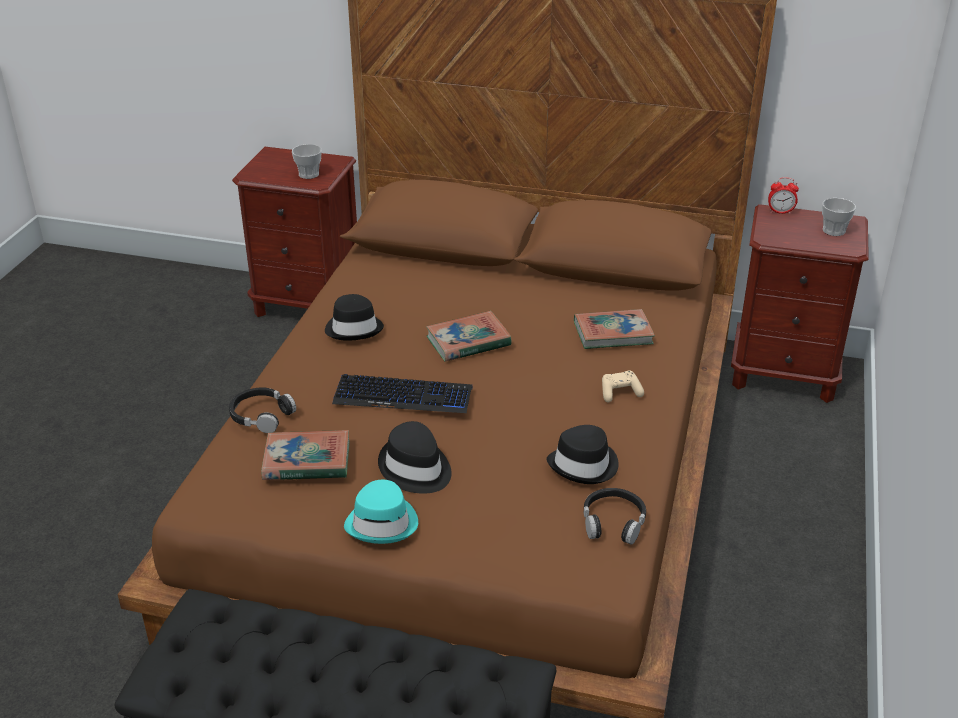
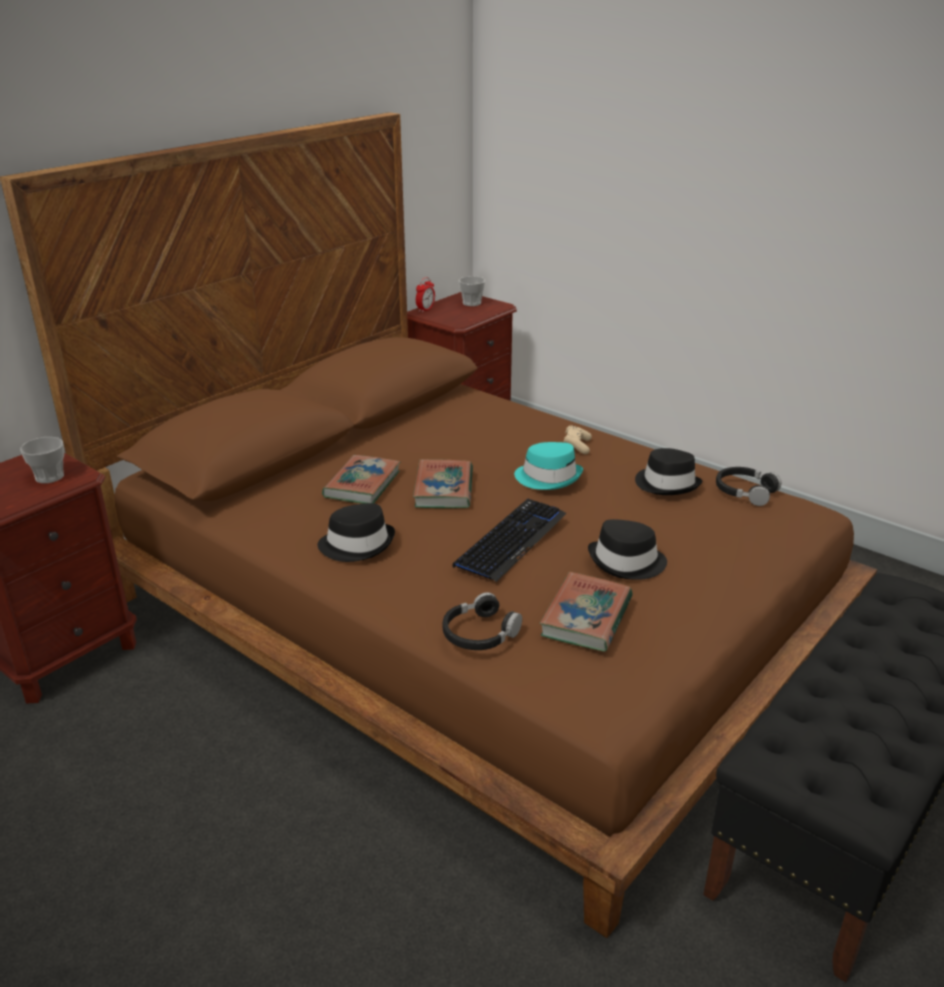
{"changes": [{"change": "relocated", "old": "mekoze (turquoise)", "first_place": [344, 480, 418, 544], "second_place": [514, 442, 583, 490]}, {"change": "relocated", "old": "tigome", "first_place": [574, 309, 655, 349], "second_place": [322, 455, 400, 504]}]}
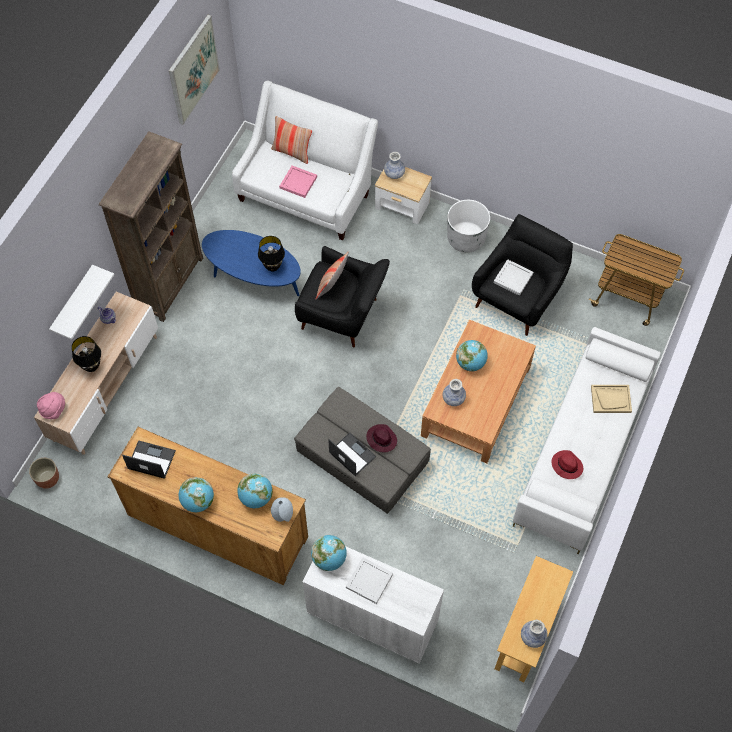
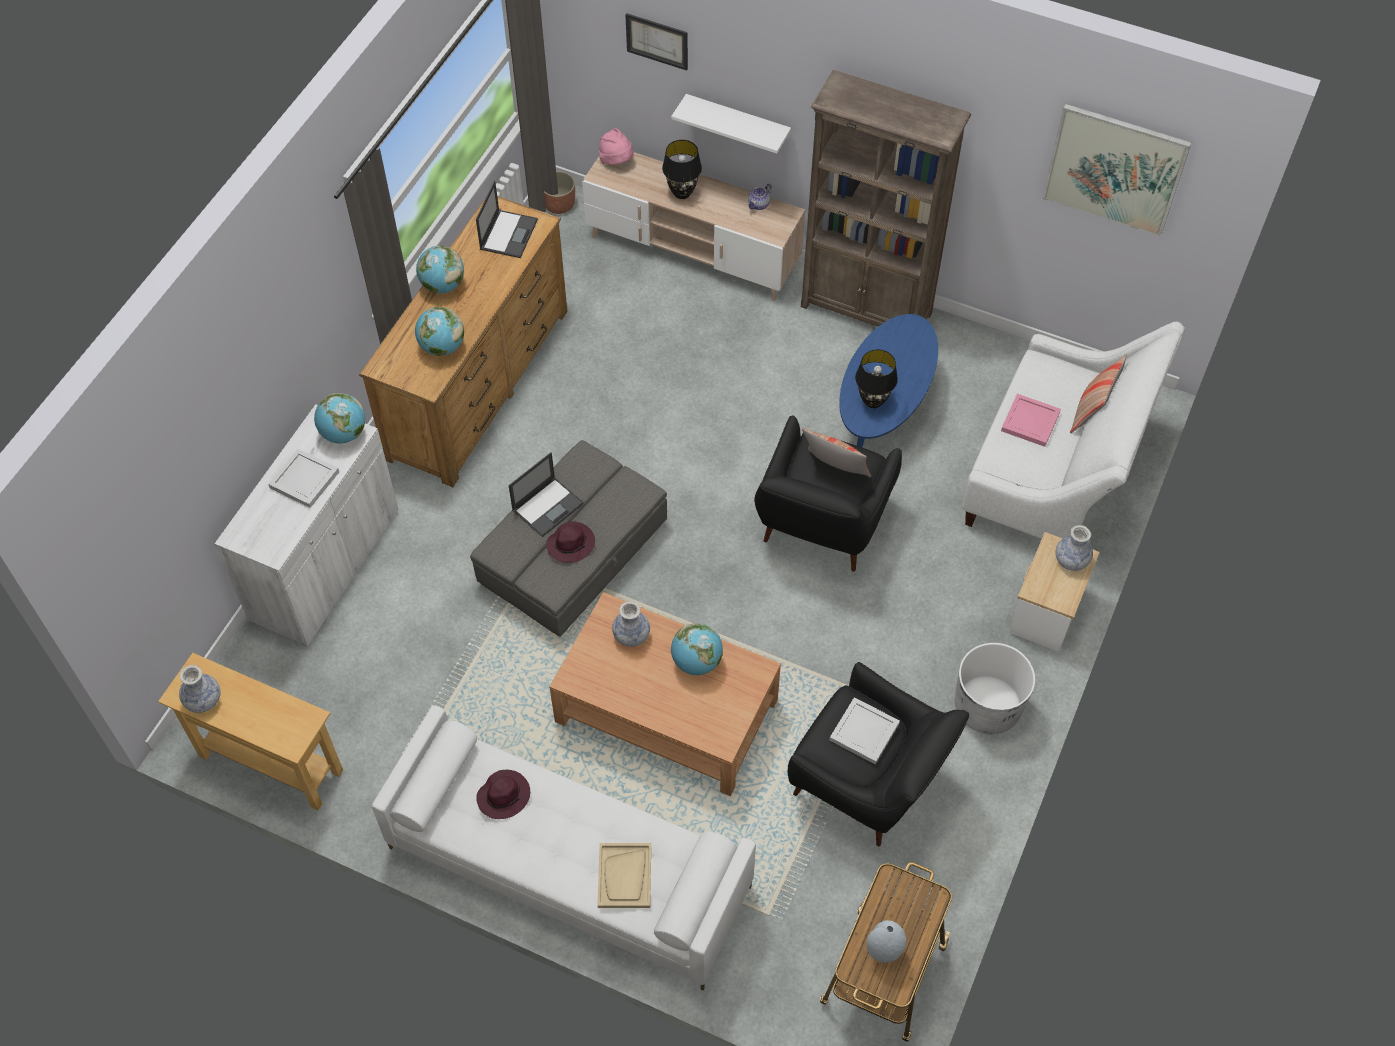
{"changes": [{"change": "appeared", "new": "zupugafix", "second_place": [625, 13, 688, 71]}, {"change": "relocated", "old": "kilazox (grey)", "first_place": [271, 497, 293, 522], "second_place": [867, 920, 906, 963]}, {"change": "colour", "old": "mekoze (red)", "new": "mekoze (purple)", "first_place": [551, 450, 583, 479], "second_place": [476, 770, 530, 819]}]}
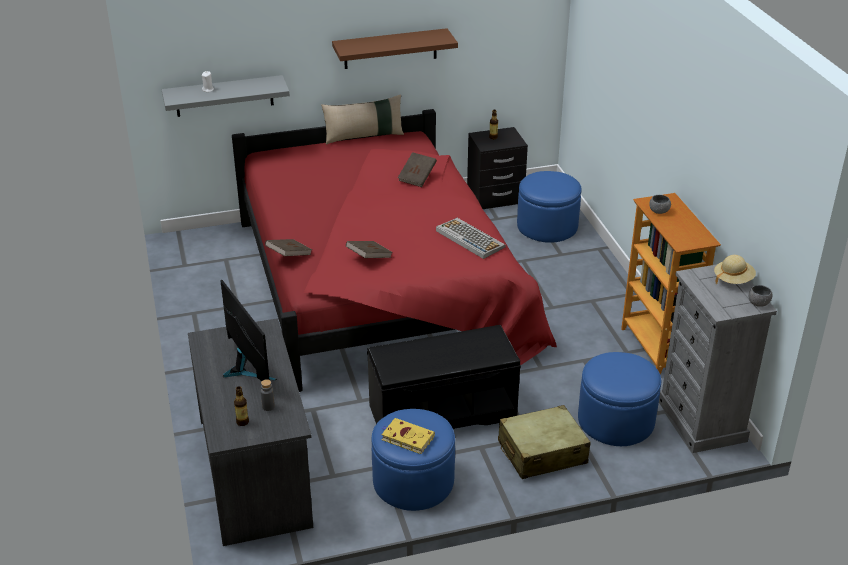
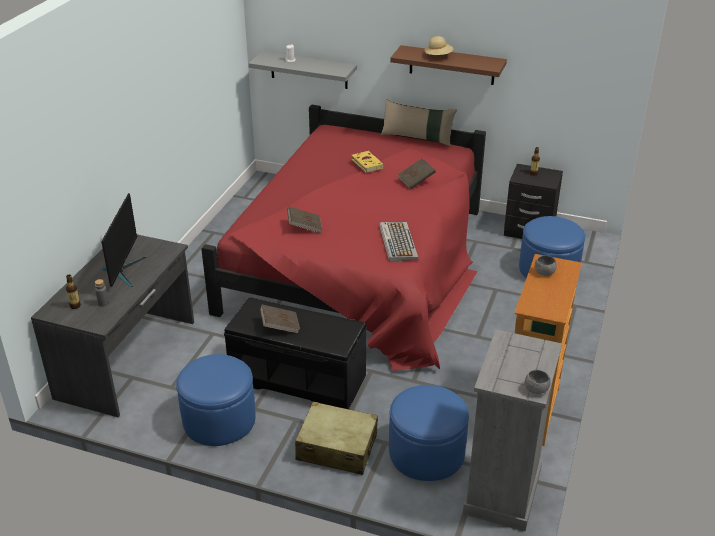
{"changes": [{"change": "relocated", "old": "tigome (brown)", "first_place": [265, 239, 312, 256], "second_place": [260, 305, 300, 334]}, {"change": "relocated", "old": "tigome (yellow)", "first_place": [381, 418, 435, 454], "second_place": [351, 151, 384, 173]}, {"change": "relocated", "old": "mekoze (beige)", "first_place": [714, 255, 756, 284], "second_place": [424, 36, 453, 55]}]}
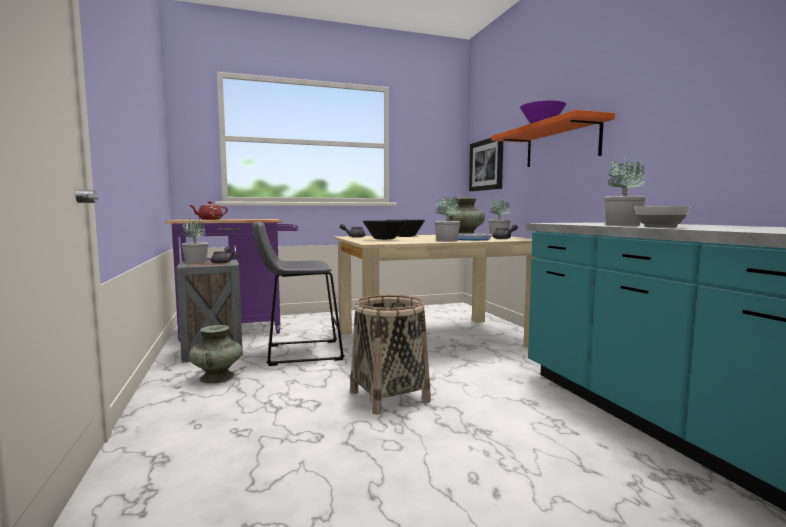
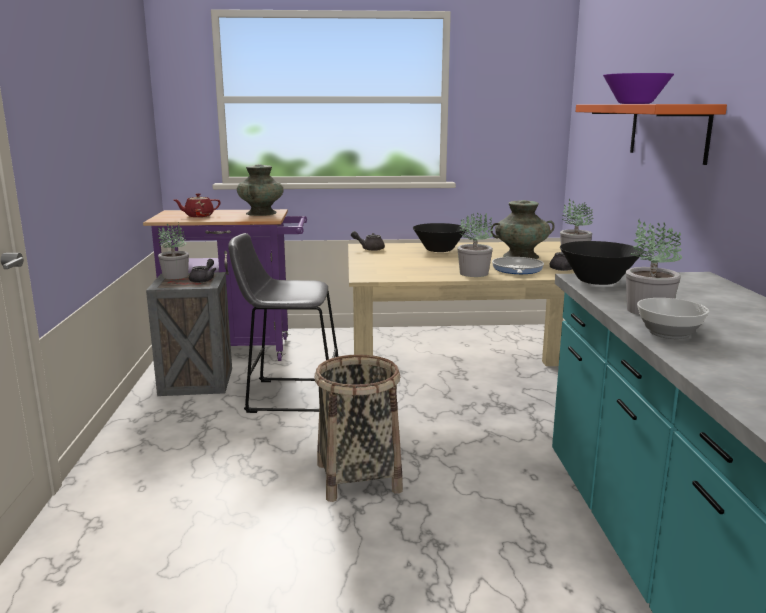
{"changes": [{"change": "missing", "old": "zupugafix", "first_place": [469, 138, 503, 192]}, {"change": "relocated", "old": "kilazox (turquoise)", "first_place": [189, 325, 242, 384], "second_place": [237, 164, 284, 216]}, {"change": "relocated", "old": "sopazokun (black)", "first_place": [363, 220, 406, 240], "second_place": [560, 241, 643, 285]}]}
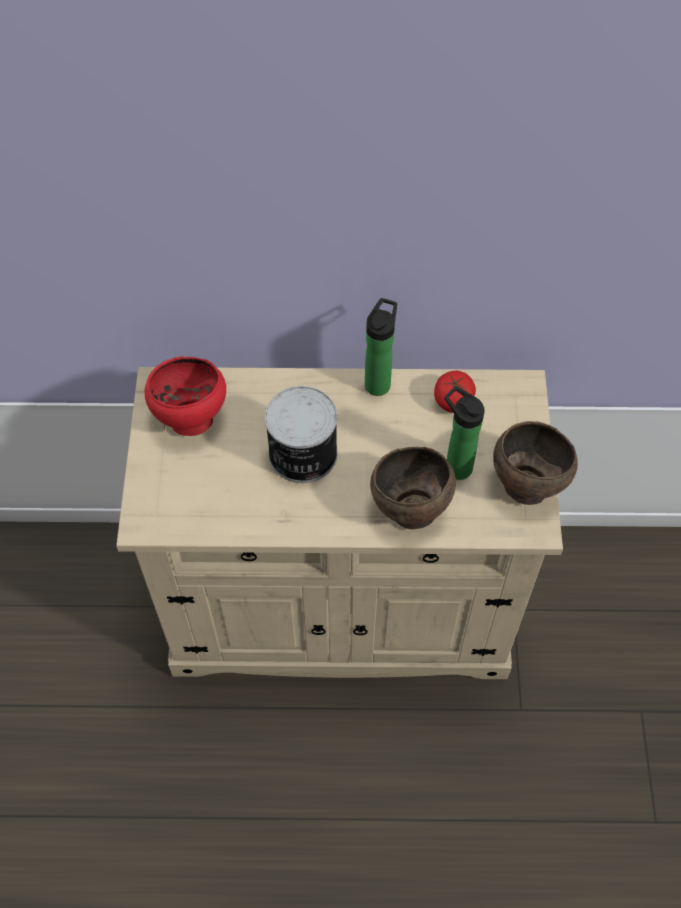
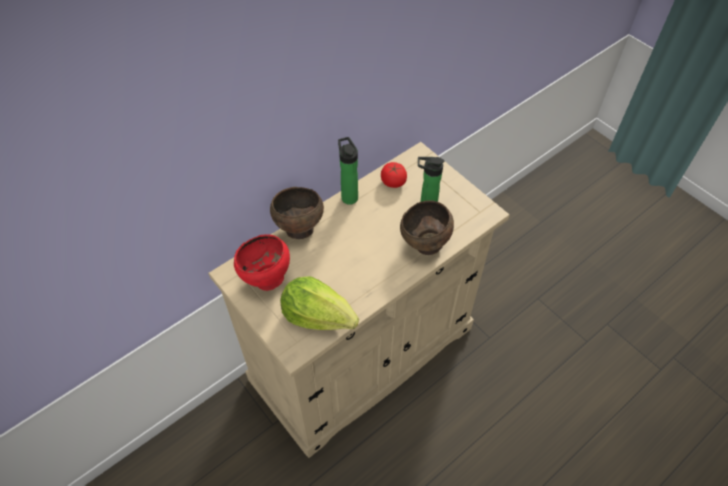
{"changes": [{"change": "missing", "old": "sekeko", "first_place": [265, 386, 338, 483]}, {"change": "appeared", "new": "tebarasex", "second_place": [280, 276, 359, 330]}, {"change": "relocated", "old": "sopazokun (brown)", "first_place": [493, 421, 578, 505], "second_place": [270, 187, 324, 239]}]}
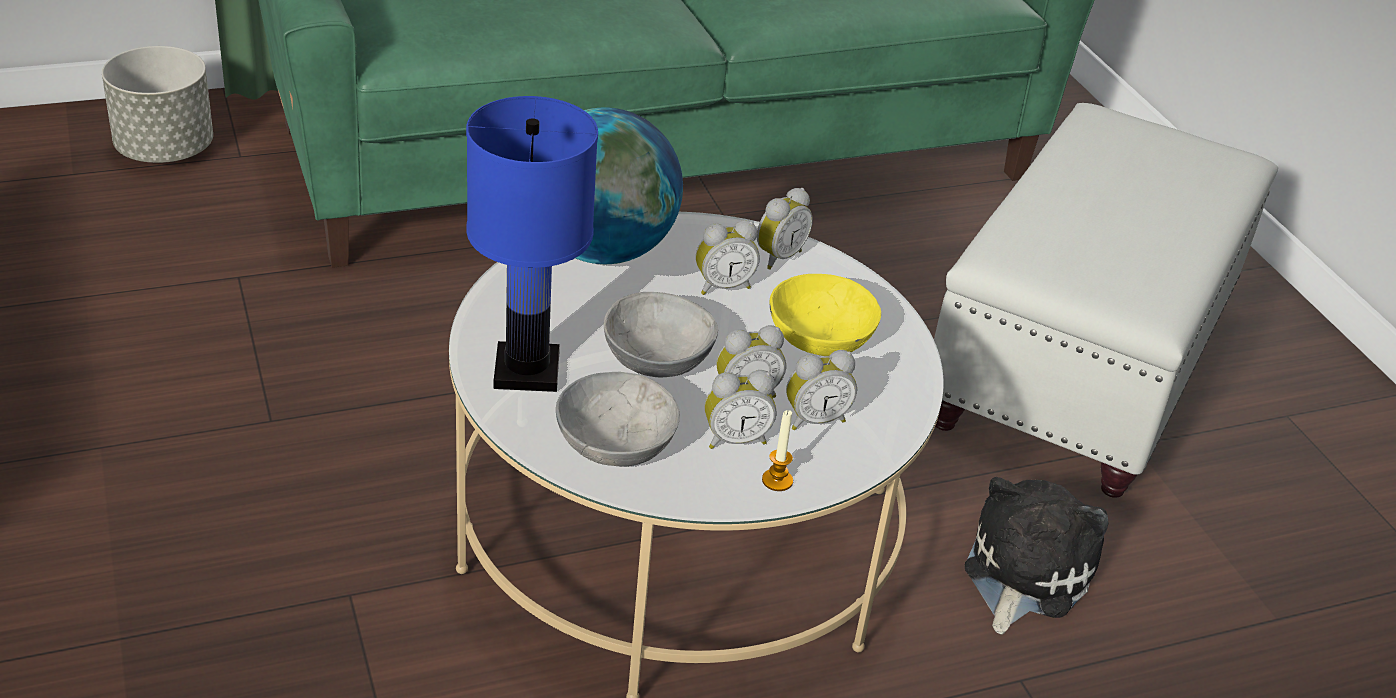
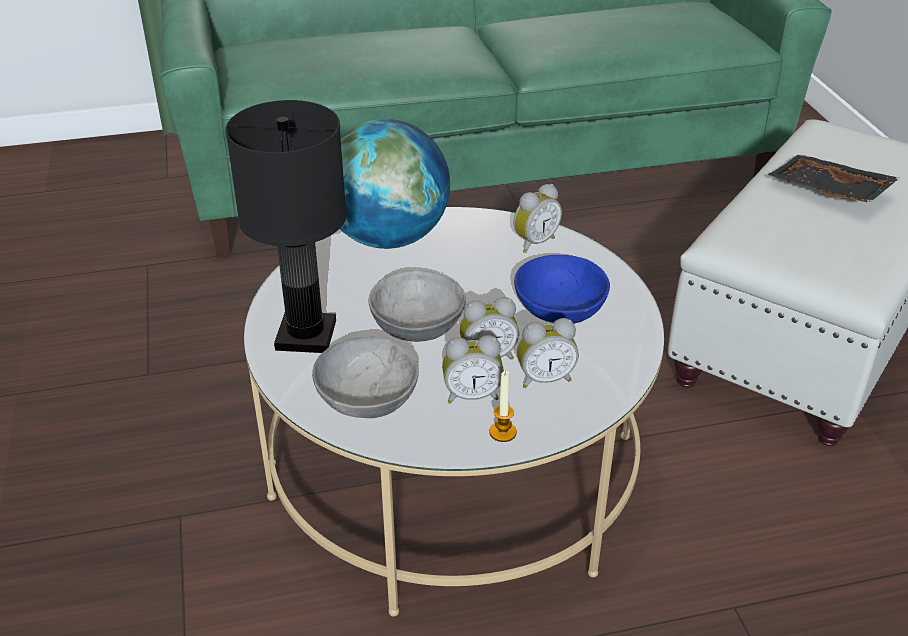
{"changes": [{"change": "missing", "old": "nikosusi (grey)", "first_place": [102, 46, 213, 163]}, {"change": "missing", "old": "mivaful", "first_place": [696, 220, 760, 295]}, {"change": "missing", "old": "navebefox", "first_place": [964, 477, 1109, 635]}, {"change": "appeared", "new": "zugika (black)", "second_place": [768, 154, 900, 202]}, {"change": "colour", "old": "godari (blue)", "new": "godari (black)", "first_place": [466, 96, 598, 392], "second_place": [225, 100, 347, 353]}, {"change": "colour", "old": "sopazokun (yellow)", "new": "sopazokun (blue)", "first_place": [769, 274, 881, 356], "second_place": [514, 255, 610, 324]}]}
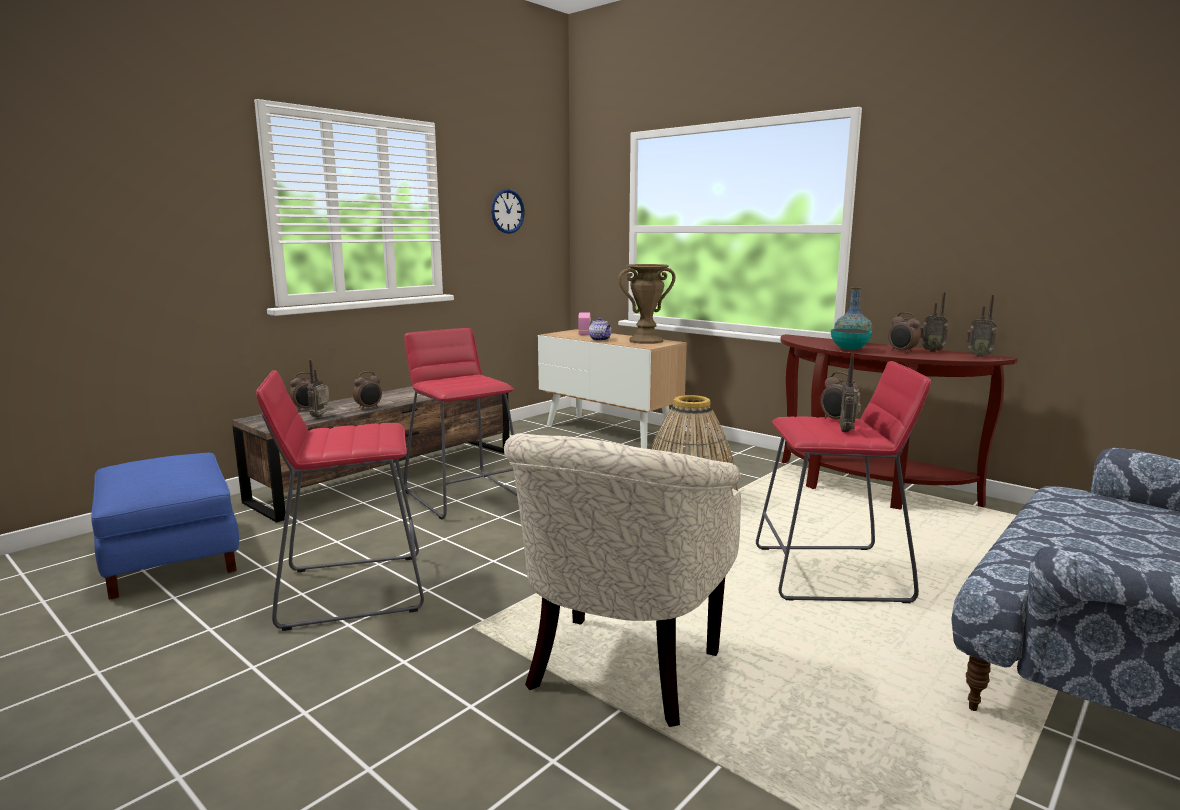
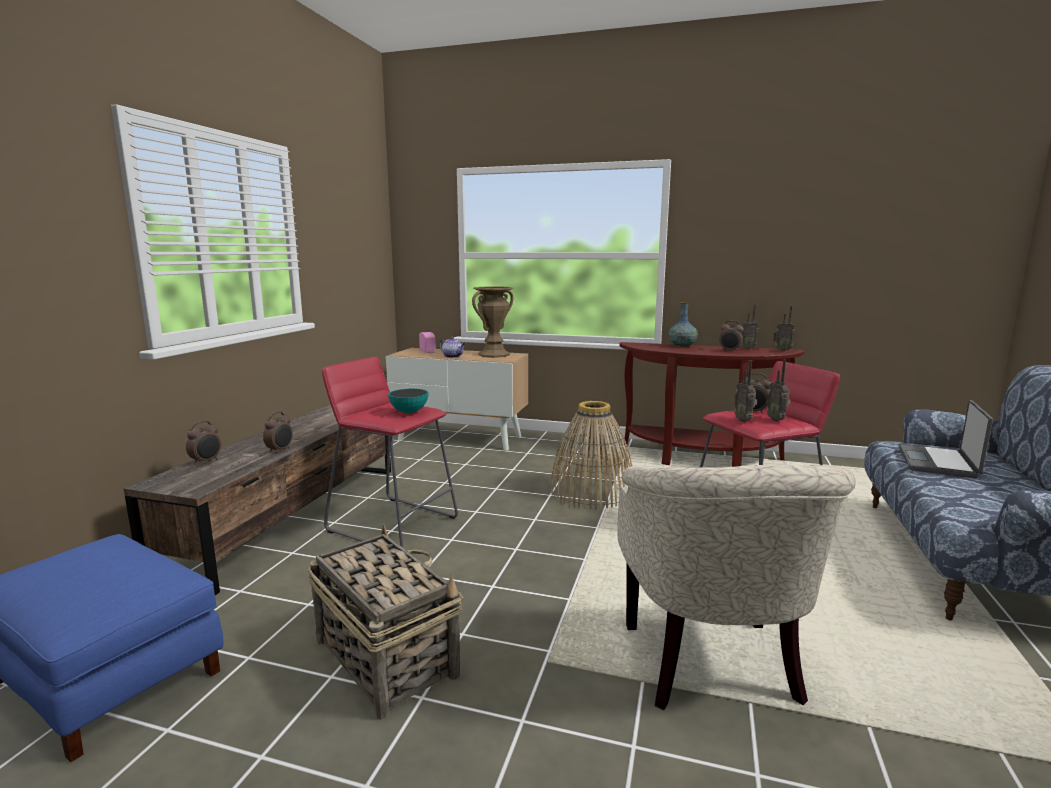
{"changes": [{"change": "missing", "old": "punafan", "first_place": [491, 189, 525, 234]}, {"change": "appeared", "new": "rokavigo", "second_place": [898, 400, 993, 479]}, {"change": "relocated", "old": "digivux", "first_place": [307, 360, 330, 418], "second_place": [734, 360, 757, 422]}, {"change": "relocated", "old": "sopazokun", "first_place": [831, 328, 872, 350], "second_place": [388, 388, 429, 413]}, {"change": "exchanged", "old": "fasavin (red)", "new": "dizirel", "first_place": [256, 370, 424, 631], "second_place": [308, 524, 463, 720]}]}
